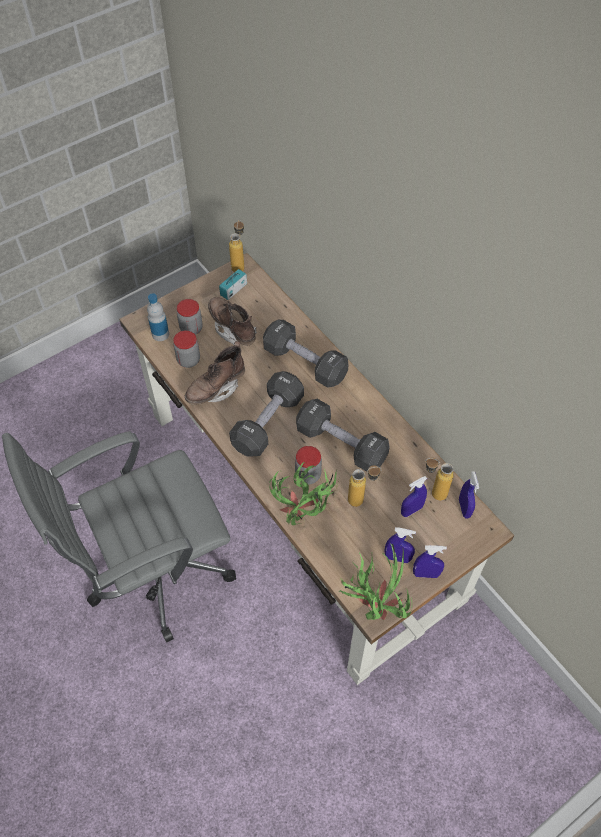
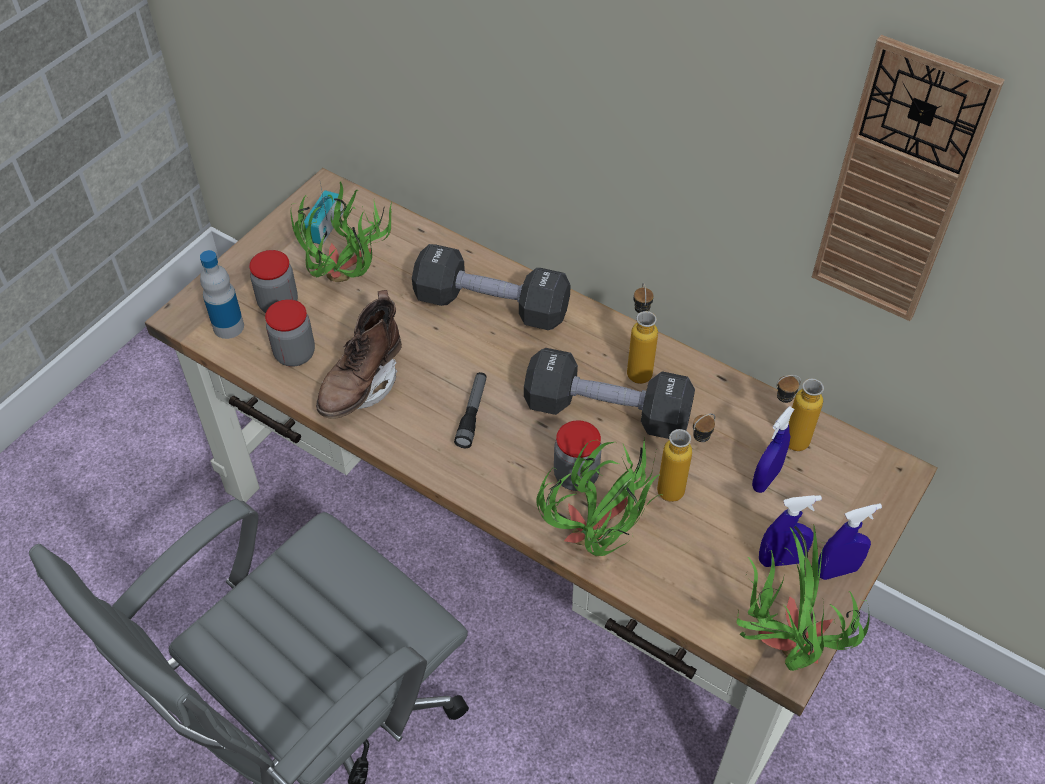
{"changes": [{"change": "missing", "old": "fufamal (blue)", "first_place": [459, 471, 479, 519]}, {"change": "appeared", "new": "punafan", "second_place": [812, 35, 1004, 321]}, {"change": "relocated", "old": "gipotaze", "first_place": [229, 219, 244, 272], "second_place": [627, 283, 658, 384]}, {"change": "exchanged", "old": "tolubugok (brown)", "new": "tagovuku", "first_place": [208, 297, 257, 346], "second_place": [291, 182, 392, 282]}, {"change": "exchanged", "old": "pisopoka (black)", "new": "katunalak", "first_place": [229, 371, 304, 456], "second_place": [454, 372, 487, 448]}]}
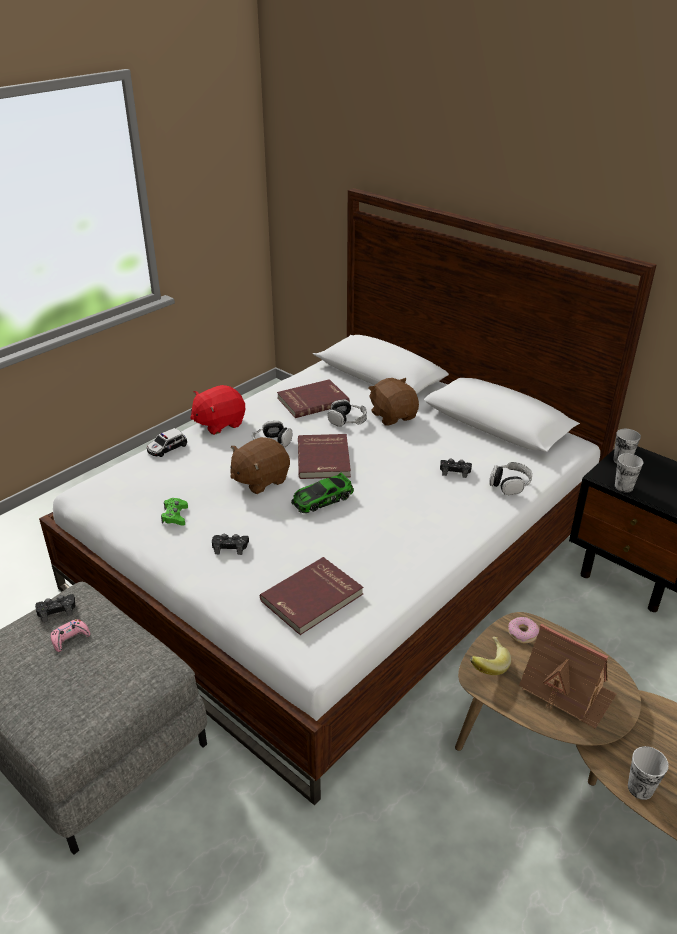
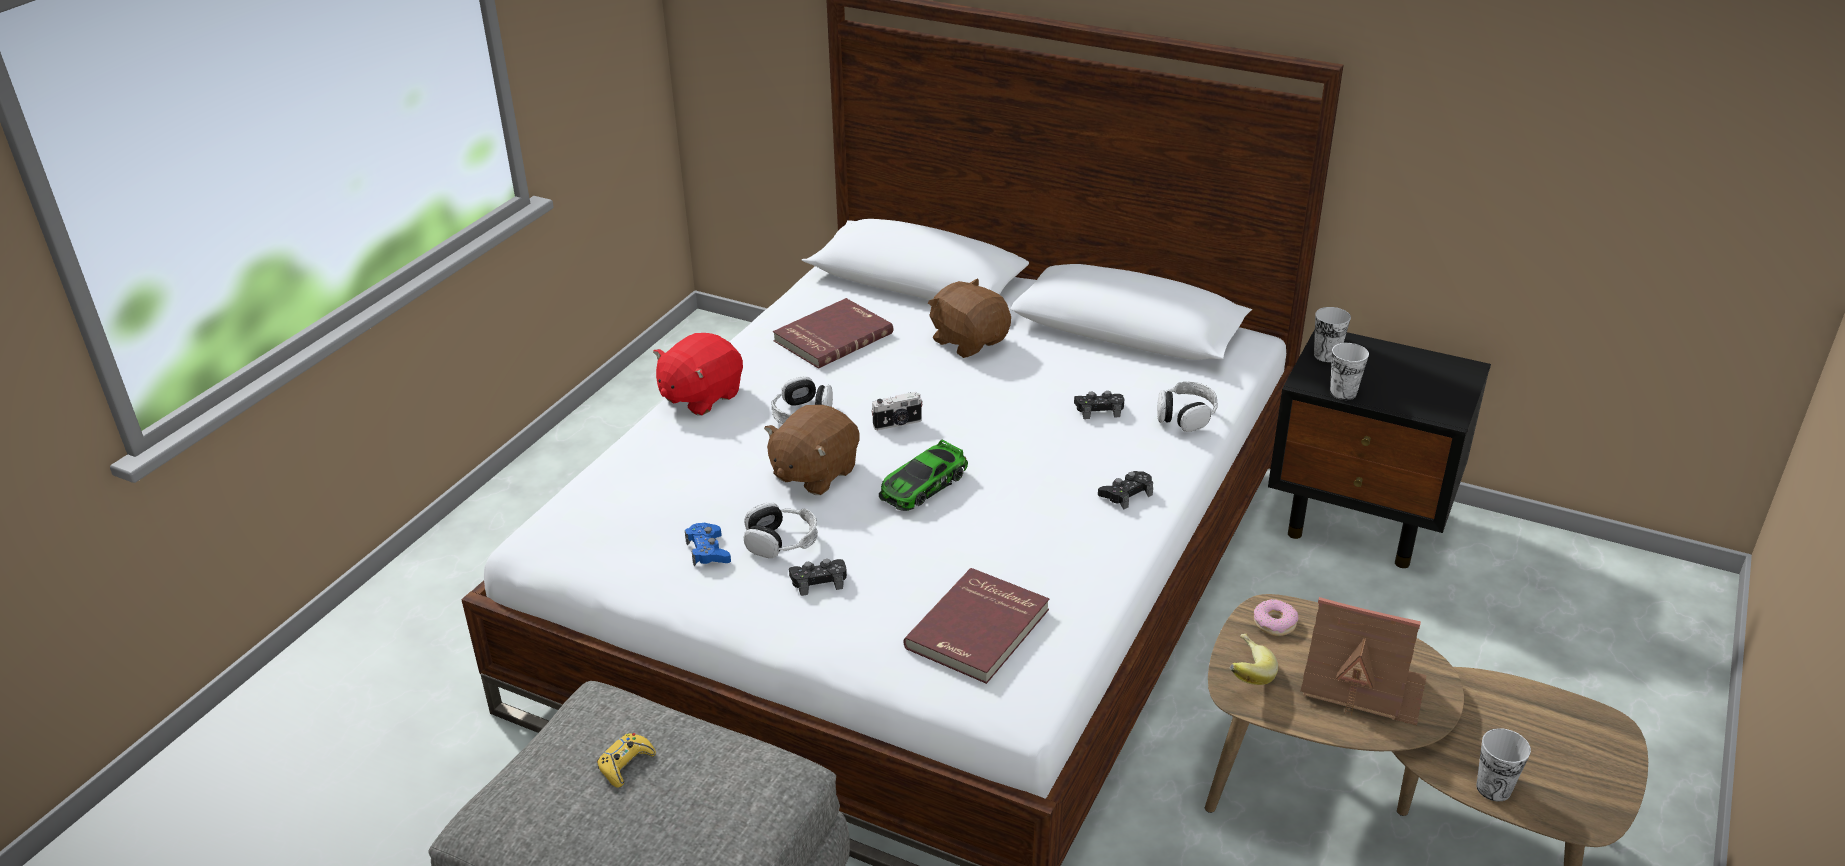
{"changes": [{"change": "missing", "old": "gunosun", "first_place": [147, 428, 187, 457]}, {"change": "relocated", "old": "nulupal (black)", "first_place": [35, 594, 75, 622], "second_place": [1098, 471, 1153, 510]}, {"change": "relocated", "old": "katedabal", "first_place": [328, 399, 367, 427], "second_place": [744, 502, 818, 558]}, {"change": "exchanged", "old": "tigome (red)", "new": "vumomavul", "first_place": [298, 434, 351, 479], "second_place": [871, 392, 923, 430]}, {"change": "colour", "old": "nulupal (pink)", "new": "nulupal (yellow)", "first_place": [51, 619, 90, 652], "second_place": [597, 733, 656, 788]}, {"change": "colour", "old": "nulupal (green)", "new": "nulupal (blue)", "first_place": [161, 498, 188, 526], "second_place": [685, 523, 731, 566]}]}
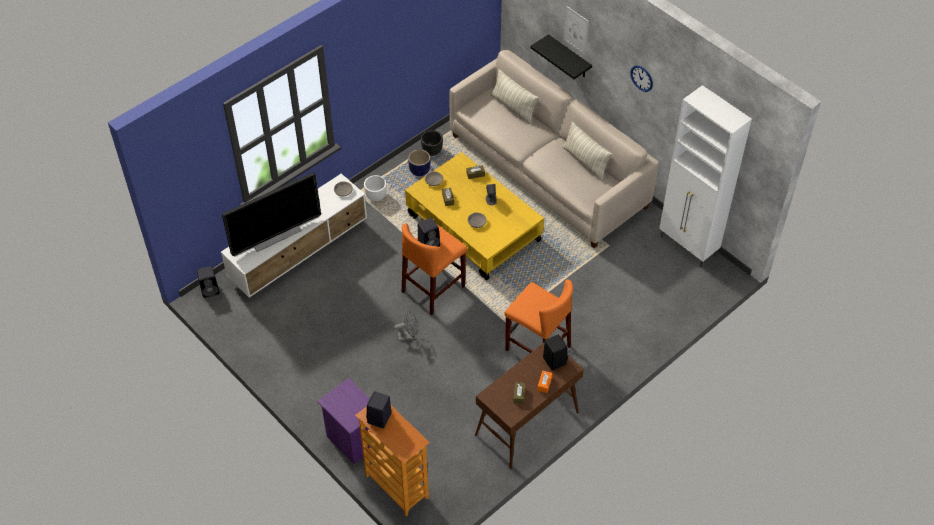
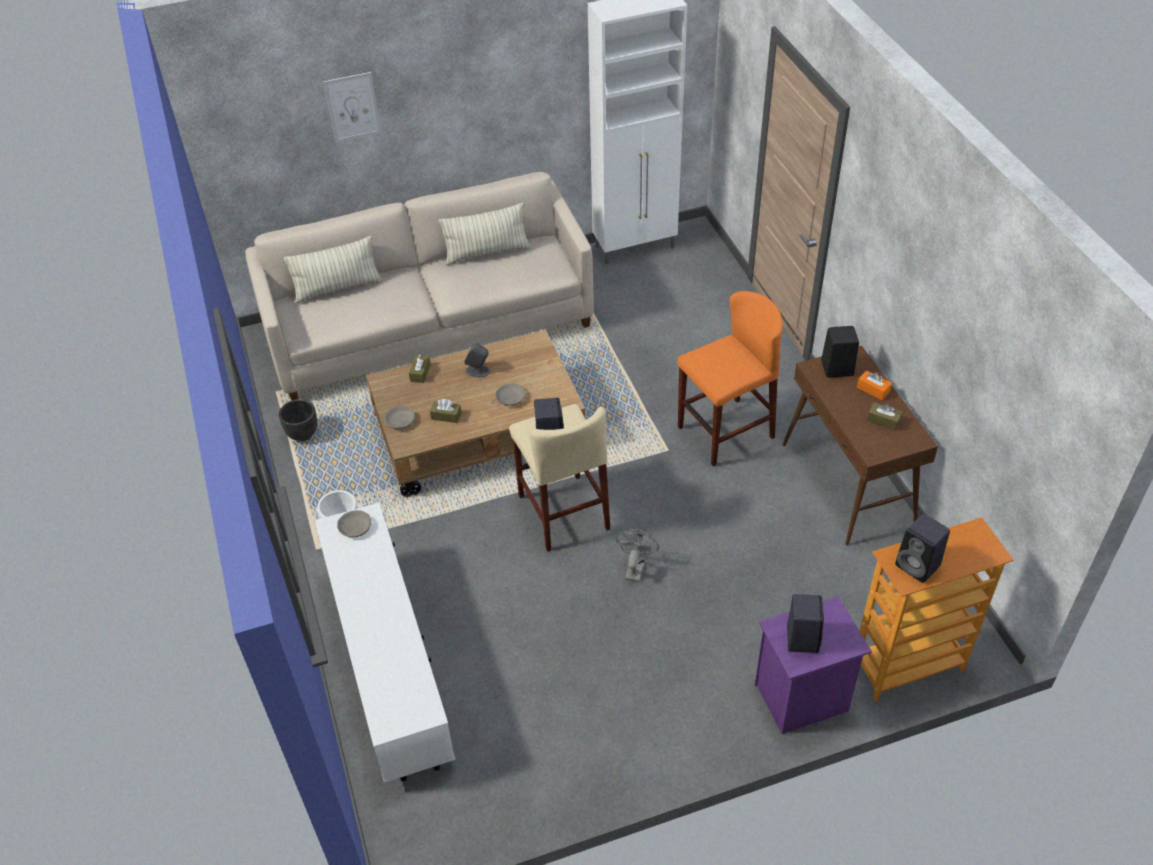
{"changes": [{"change": "missing", "old": "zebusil", "first_place": [222, 172, 321, 256]}, {"change": "missing", "old": "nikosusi", "first_place": [408, 149, 431, 176]}, {"change": "missing", "old": "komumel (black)", "first_place": [530, 34, 592, 79]}, {"change": "missing", "old": "punafan", "first_place": [630, 66, 653, 92]}, {"change": "relocated", "old": "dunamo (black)", "first_place": [197, 266, 220, 298], "second_place": [787, 594, 824, 653]}, {"change": "colour", "old": "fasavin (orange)", "new": "fasavin (beige)", "first_place": [402, 223, 467, 315], "second_place": [509, 404, 610, 552]}, {"change": "colour", "old": "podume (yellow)", "new": "podume (brown)", "first_place": [405, 152, 544, 280], "second_place": [366, 330, 585, 497]}]}
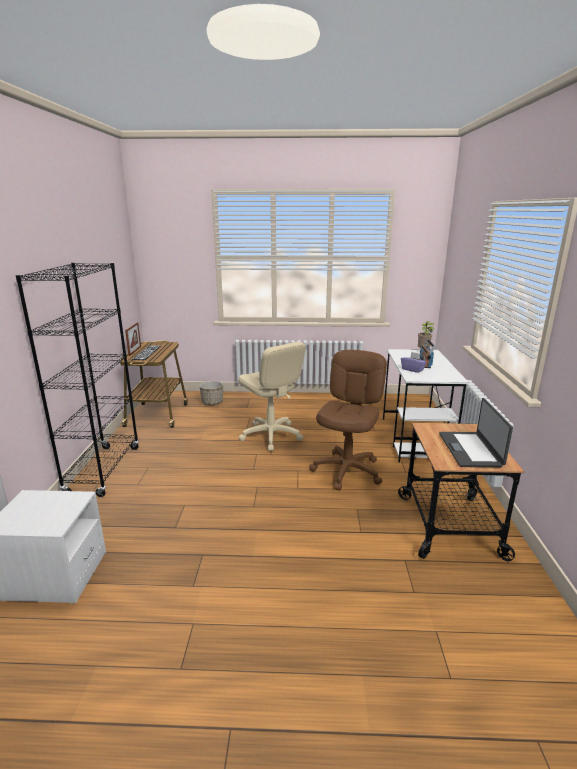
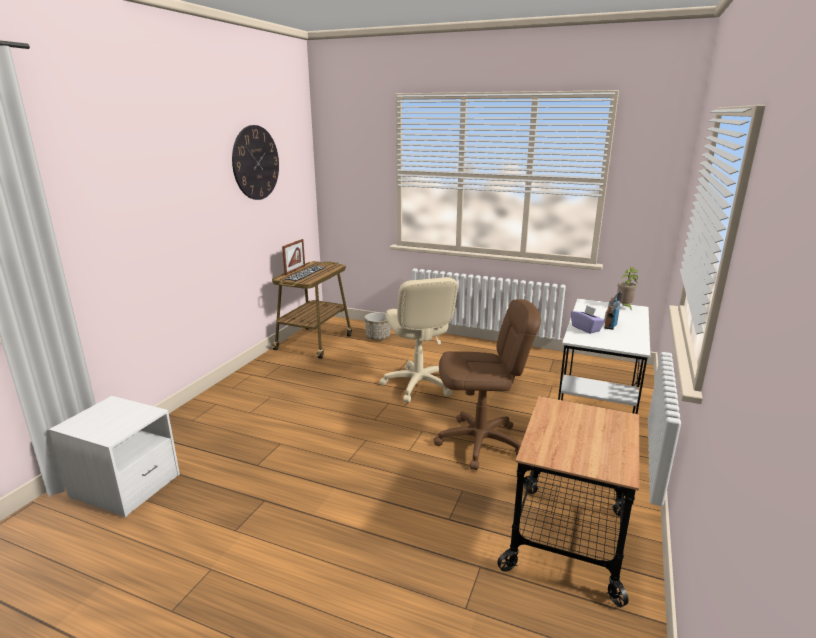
{"changes": [{"change": "missing", "old": "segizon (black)", "first_place": [15, 263, 139, 497]}, {"change": "missing", "old": "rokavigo", "first_place": [439, 398, 513, 467]}, {"change": "appeared", "new": "punafan", "second_place": [232, 125, 279, 200]}, {"change": "spun", "old": "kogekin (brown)", "first_place": [309, 350, 387, 491], "second_place": [434, 299, 541, 470], "degrees": 45}]}
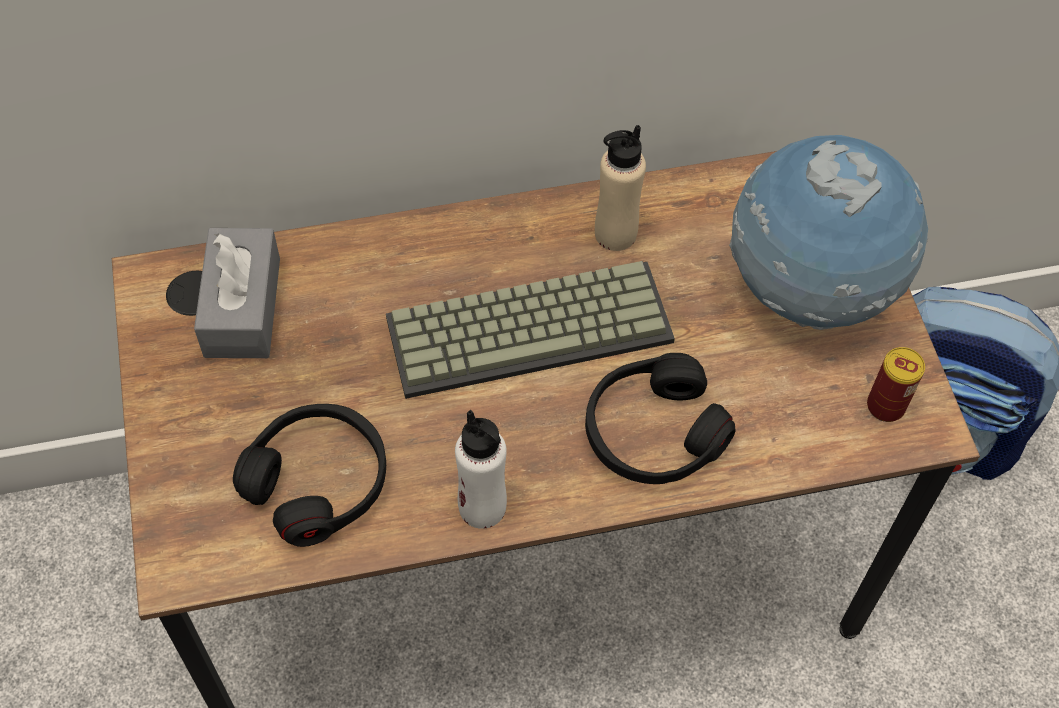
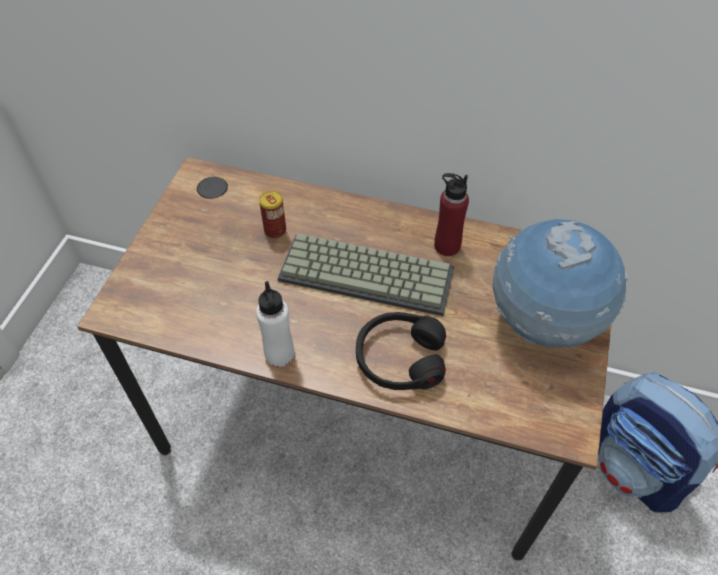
{"changes": [{"change": "missing", "old": "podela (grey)", "first_place": [194, 228, 280, 358]}, {"change": "missing", "old": "katedabal (black)", "first_place": [233, 404, 386, 547]}, {"change": "relocated", "old": "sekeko", "first_place": [867, 347, 925, 422], "second_place": [259, 191, 286, 239]}, {"change": "colour", "old": "gipotaze (beige)", "new": "gipotaze (red)", "first_place": [595, 125, 646, 251], "second_place": [434, 173, 469, 256]}]}
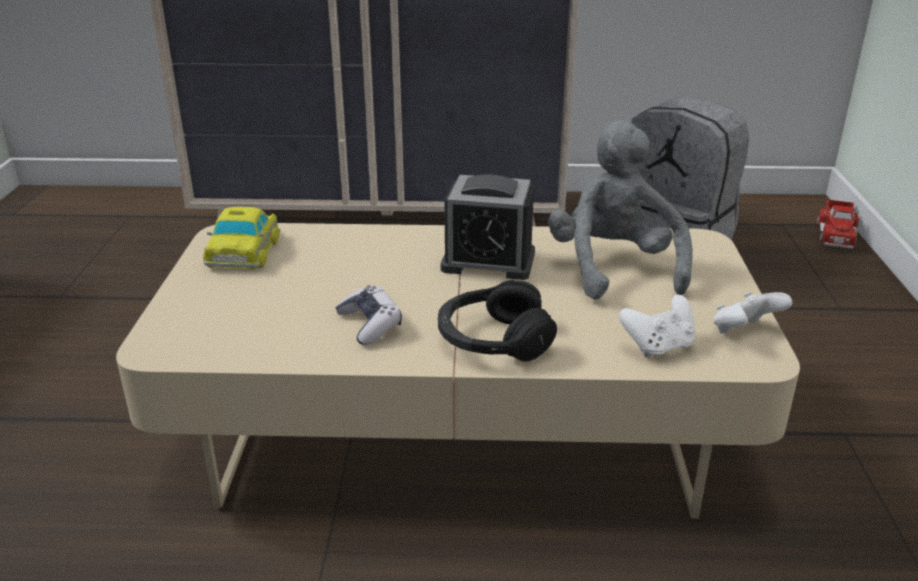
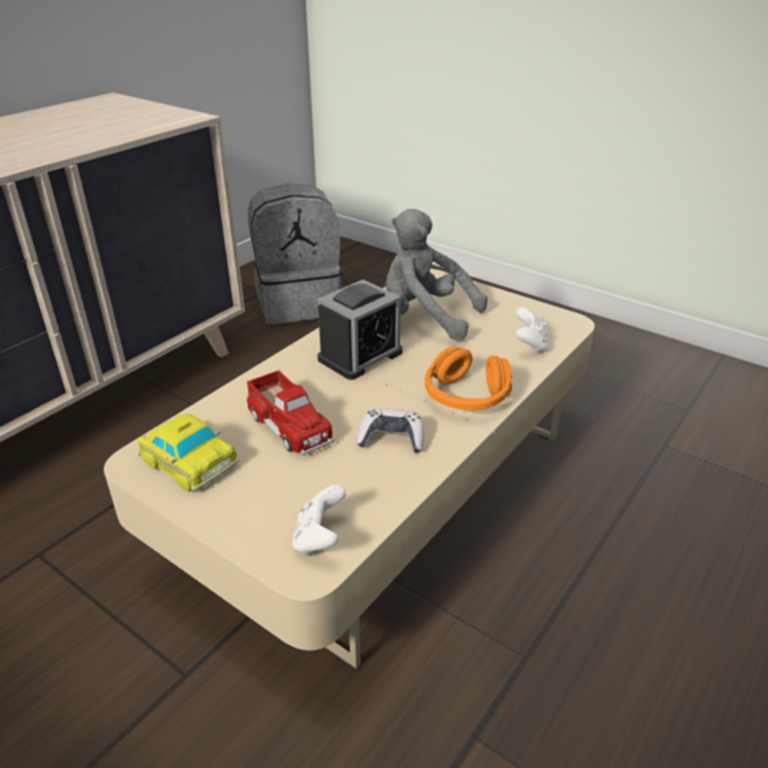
{"changes": [{"change": "relocated", "old": "nulupal (white)", "first_place": [714, 292, 792, 333], "second_place": [292, 485, 346, 556]}, {"change": "relocated", "old": "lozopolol", "first_place": [817, 199, 859, 249], "second_place": [246, 370, 335, 456]}, {"change": "colour", "old": "katedabal (black)", "new": "katedabal (orange)", "first_place": [438, 280, 557, 362], "second_place": [425, 347, 512, 410]}]}
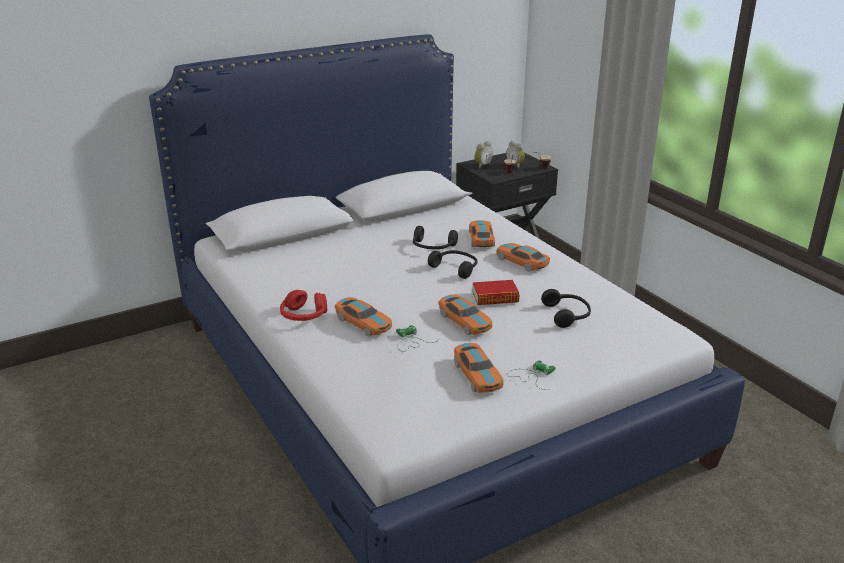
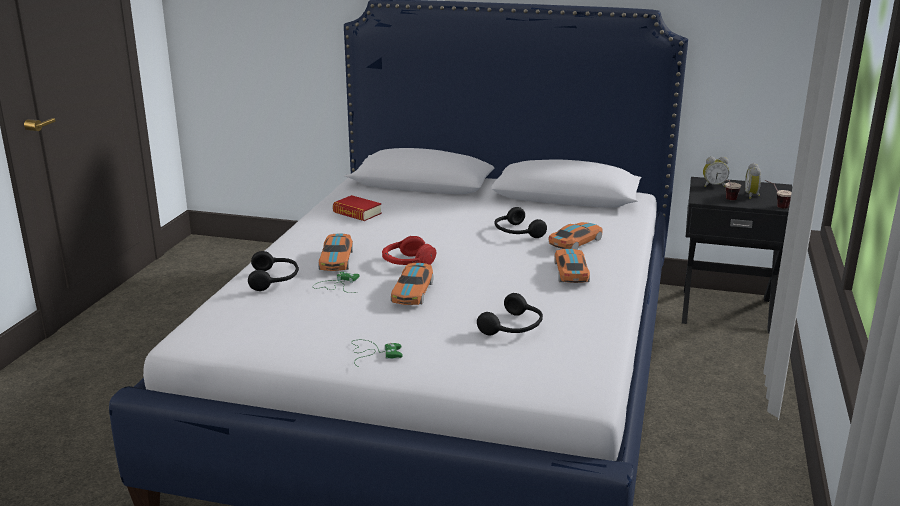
{"changes": [{"change": "missing", "old": "gunosun", "first_place": [454, 343, 503, 393]}, {"change": "relocated", "old": "katedabal (red)", "first_place": [280, 290, 327, 321], "second_place": [382, 236, 436, 265]}, {"change": "relocated", "old": "katedabal (black)", "first_place": [428, 250, 478, 279], "second_place": [248, 251, 299, 291]}, {"change": "relocated", "old": "tigome", "first_place": [473, 280, 519, 305], "second_place": [333, 195, 382, 221]}]}
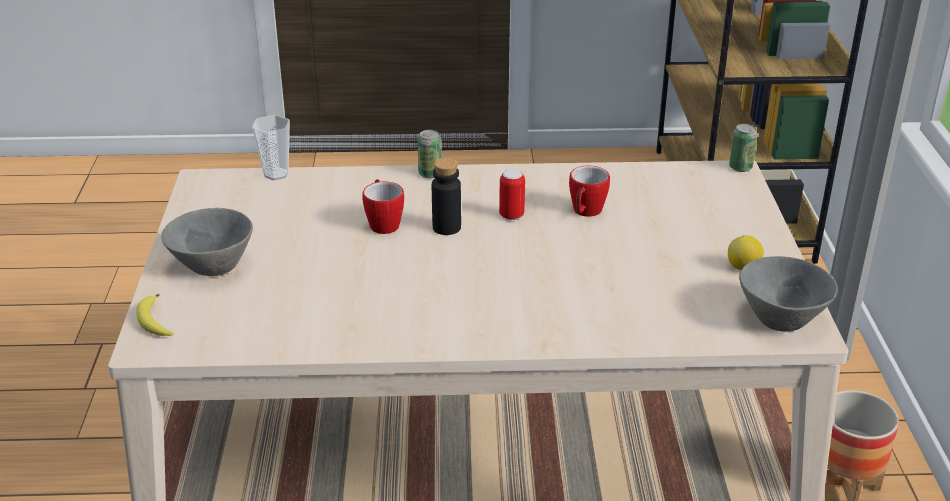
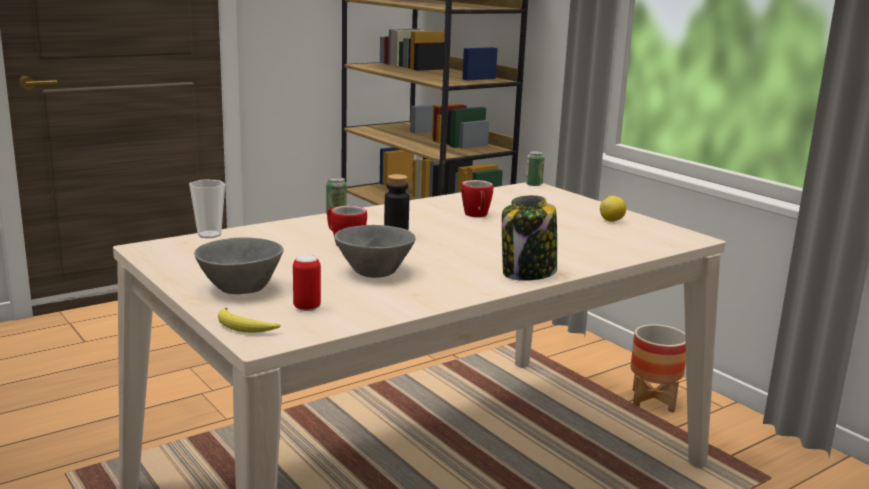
{"changes": [{"change": "appeared", "new": "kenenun", "second_place": [502, 195, 557, 281]}, {"change": "relocated", "old": "sekeko", "first_place": [499, 169, 525, 220], "second_place": [293, 255, 321, 311]}, {"change": "relocated", "old": "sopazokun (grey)", "first_place": [739, 256, 838, 332], "second_place": [334, 225, 416, 278]}]}
